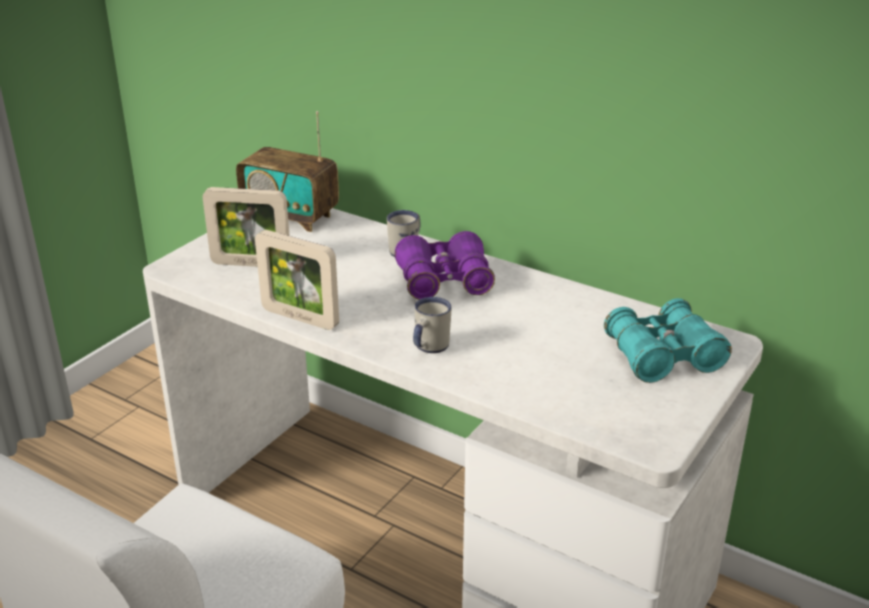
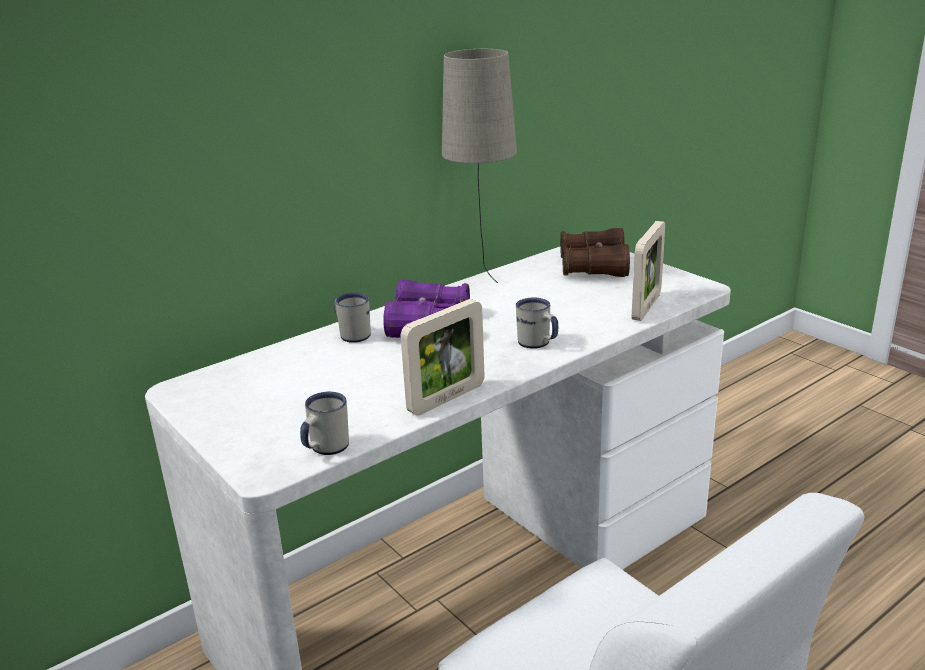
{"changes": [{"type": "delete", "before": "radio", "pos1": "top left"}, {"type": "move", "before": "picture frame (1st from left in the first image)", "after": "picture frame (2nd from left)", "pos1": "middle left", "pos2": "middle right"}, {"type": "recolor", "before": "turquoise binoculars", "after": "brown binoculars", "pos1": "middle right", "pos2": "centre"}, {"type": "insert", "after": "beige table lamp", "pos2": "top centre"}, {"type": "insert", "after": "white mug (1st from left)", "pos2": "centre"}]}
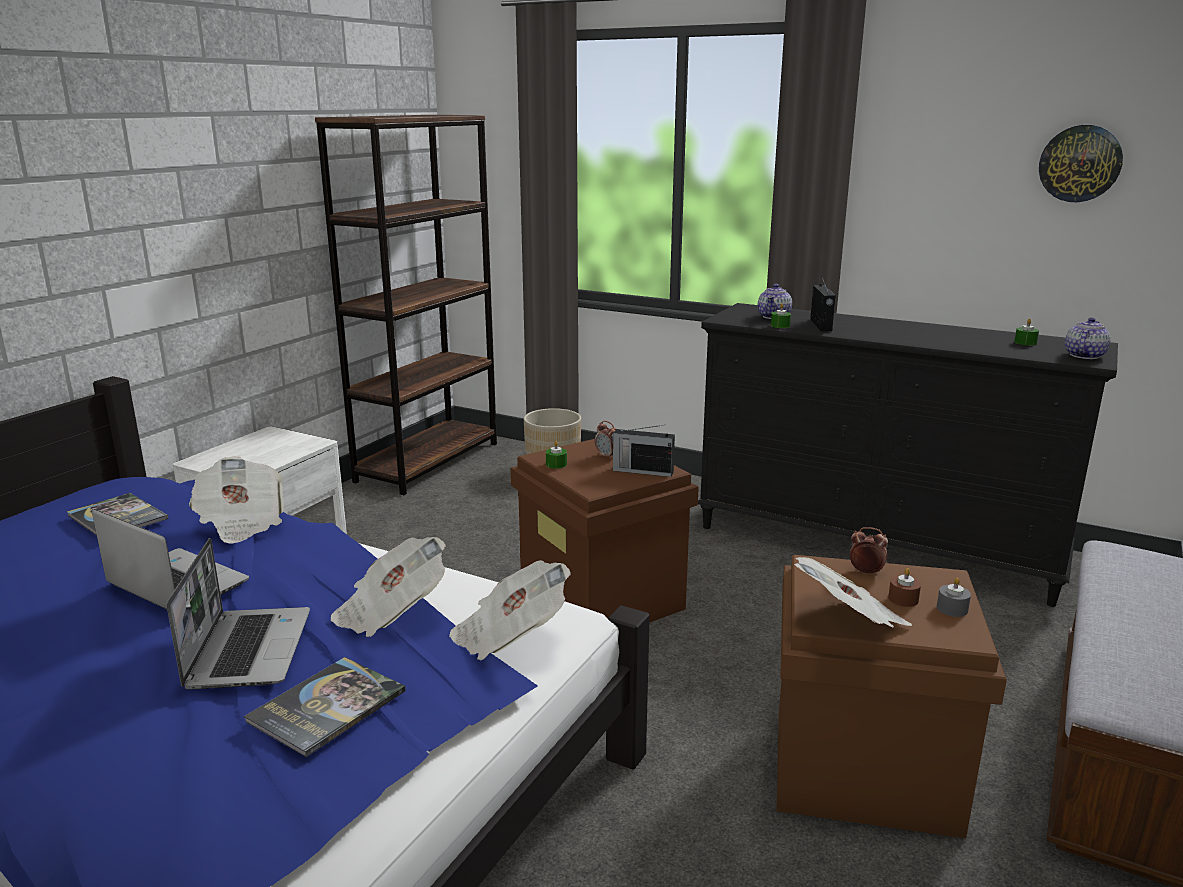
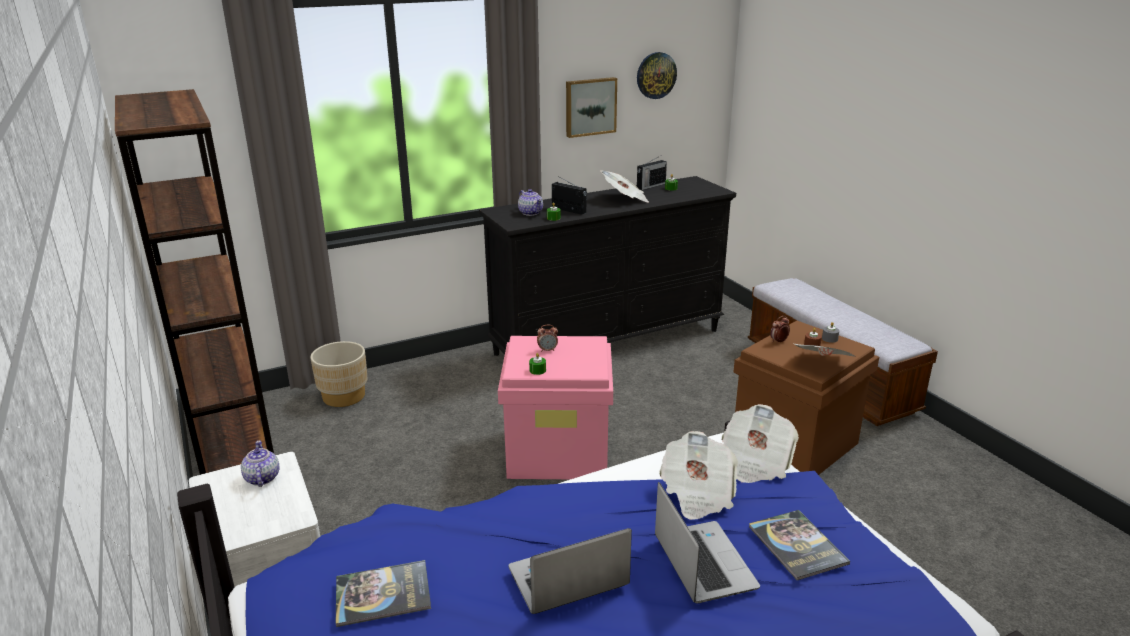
{"changes": [{"type": "move", "before": "teapot (2nd from left in the first image)", "after": "teapot (1st from left)", "pos1": "middle right", "pos2": "bottom left"}, {"type": "move", "before": "radio (1st from left in the first image)", "after": "radio (2nd from left)", "pos1": "centre", "pos2": "top centre"}, {"type": "recolor", "before": "brown storage box (1st from left)", "after": "pink storage box", "pos1": "centre", "pos2": "centre"}, {"type": "move", "before": "newspaper (1st from left)", "pos1": "middle left", "pos2": "top centre"}, {"type": "rotate", "before": "laptop (2nd from left)", "pos1": "bottom left", "pos2": "bottom centre", "turn": 45}, {"type": "insert", "after": "picture", "pos2": "top centre"}]}
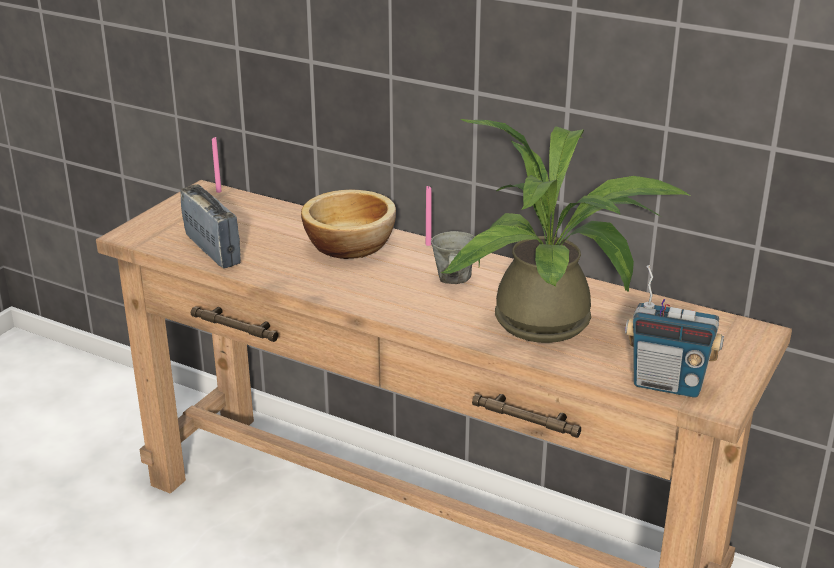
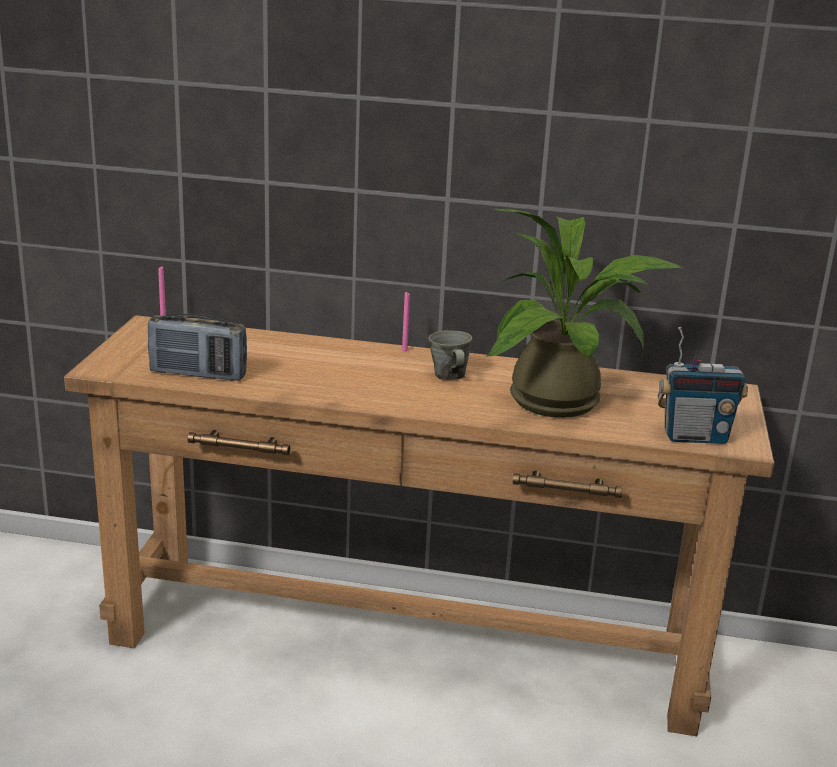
{"changes": [{"type": "rotate", "before": "radio (1st from left)", "pos1": "middle left", "pos2": "middle left", "turn": 150}, {"type": "delete", "before": "bowl", "pos1": "centre"}]}
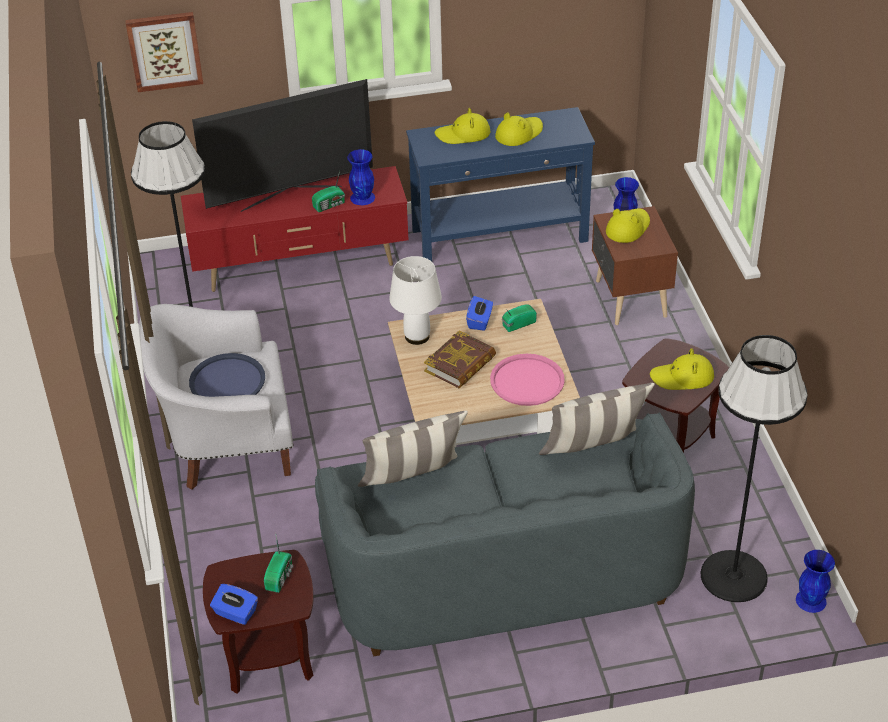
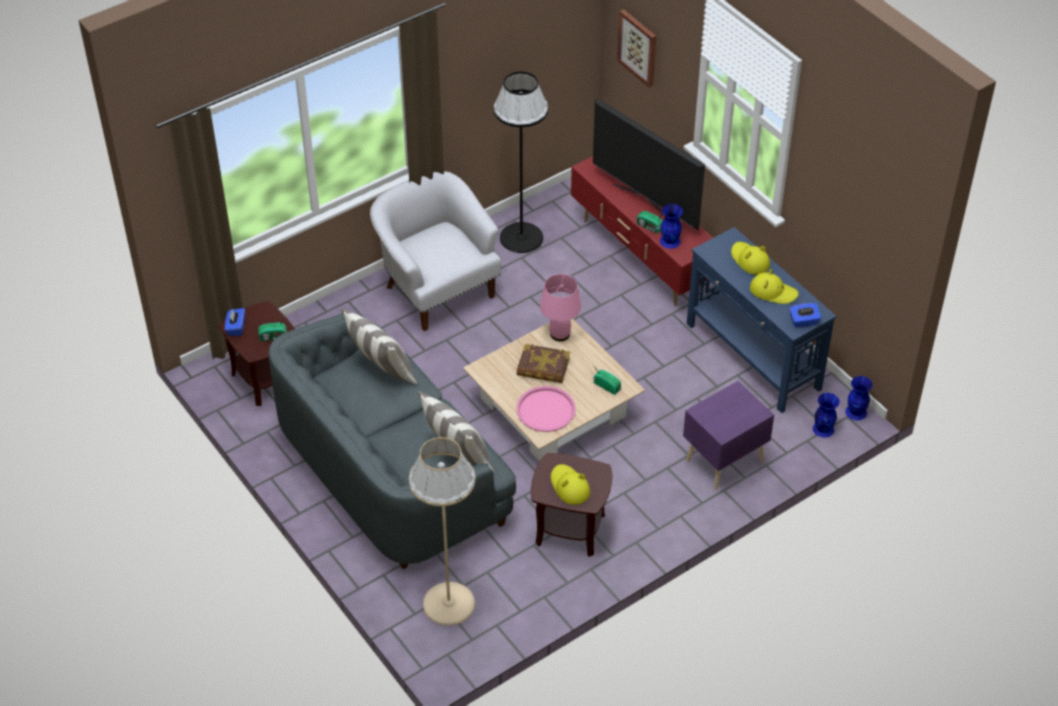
{"changes": [{"type": "recolor", "before": "brown nightstand", "after": "purple nightstand", "pos1": "middle right", "pos2": "middle right"}, {"type": "delete", "before": "yellow hat (3rd from left)", "pos1": "top right"}, {"type": "recolor", "before": "white table lamp", "after": "pink table lamp", "pos1": "centre", "pos2": "centre"}, {"type": "move", "before": "blue tissue box (2nd from left)", "pos1": "centre", "pos2": "middle right"}, {"type": "recolor", "before": "black floor lamp (2nd from left)", "after": "beige floor lamp", "pos1": "middle right", "pos2": "bottom centre"}, {"type": "delete", "before": "blue tray", "pos1": "middle left"}, {"type": "move", "before": "blue vase (3rd from left)", "pos1": "bottom right", "pos2": "middle right"}]}
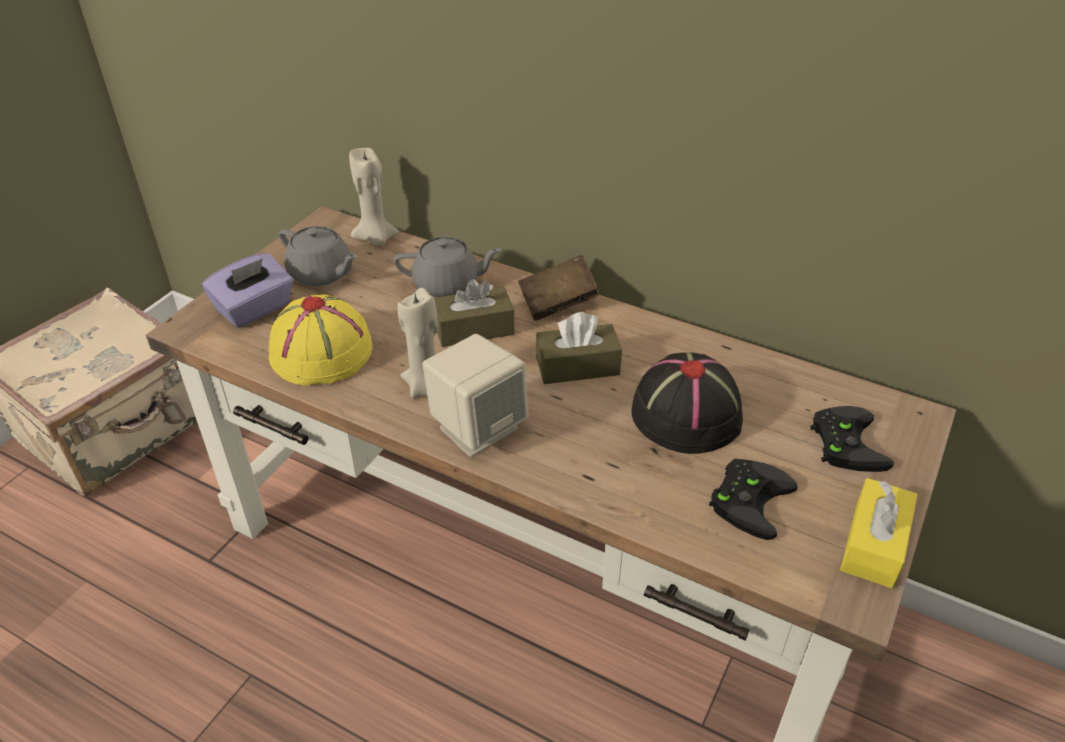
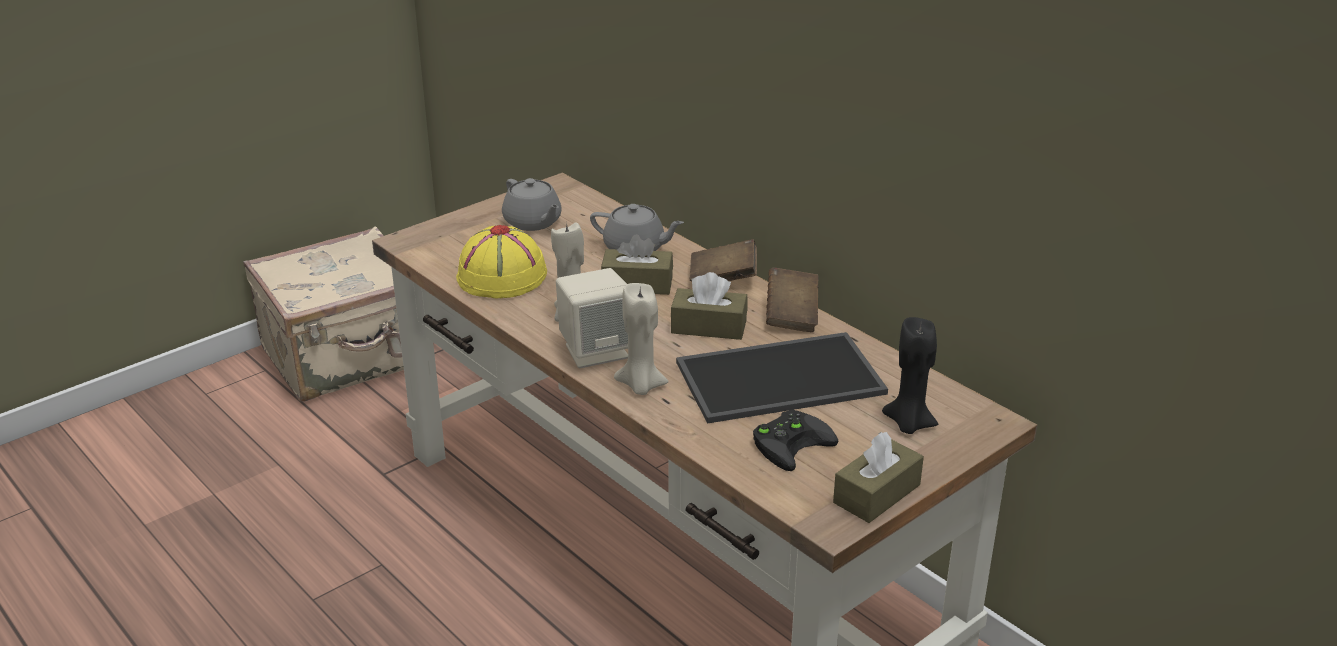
{"changes": [{"type": "move", "before": "beige candle (1st from left in the first image)", "after": "beige candle (2nd from left)", "pos1": "top centre", "pos2": "centre"}, {"type": "delete", "before": "purple tissue box", "pos1": "middle left"}, {"type": "replace", "before": "black hat", "after": "tray", "pos1": "centre", "pos2": "centre"}, {"type": "replace", "before": "black game controller (2nd from left)", "after": "black candle", "pos1": "middle right", "pos2": "middle right"}, {"type": "recolor", "before": "yellow tissue box", "after": "brown tissue box (3rd from left)", "pos1": "bottom right", "pos2": "bottom centre"}, {"type": "insert", "after": "brown book (2nd from left)", "pos2": "centre"}]}
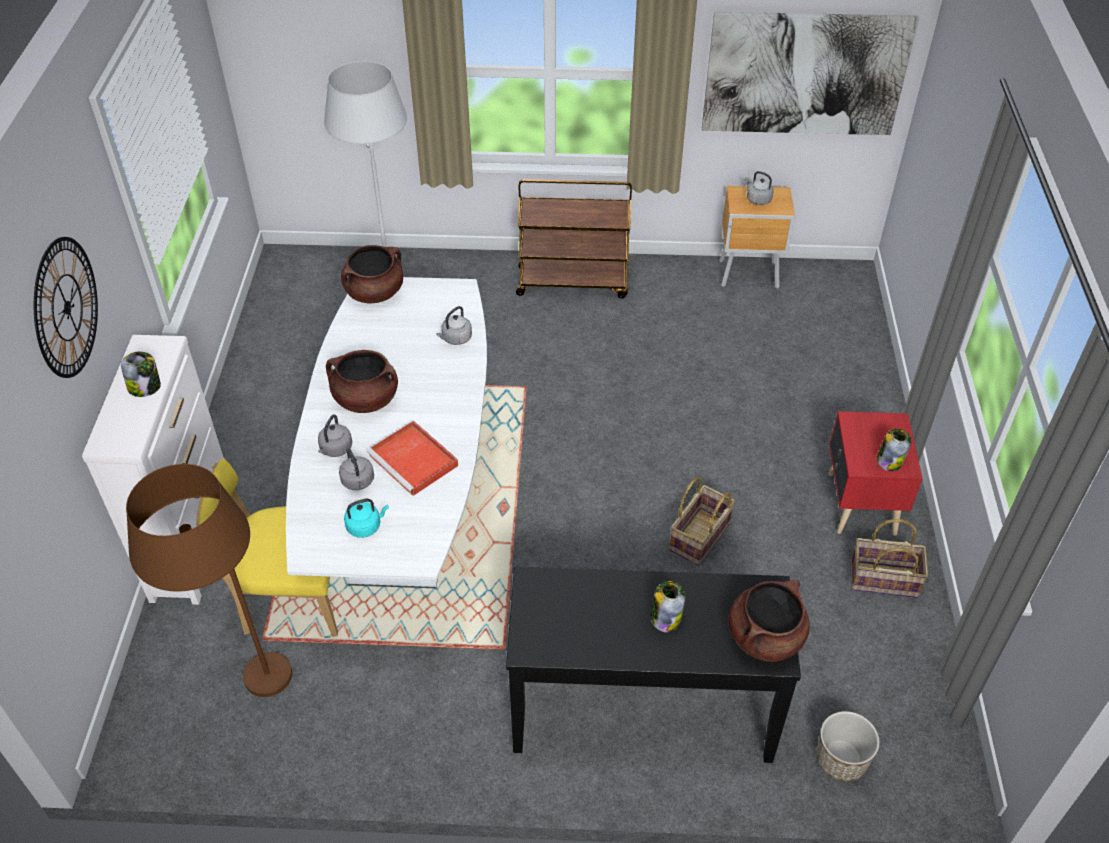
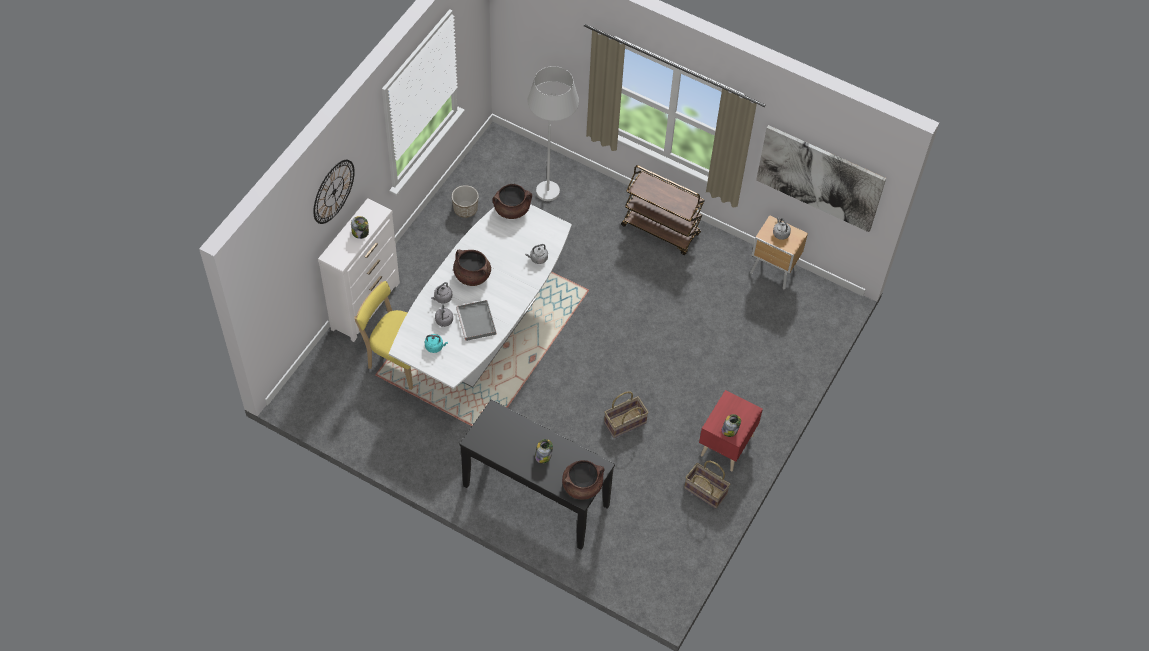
{"changes": [{"type": "recolor", "before": "red tray", "after": "grey tray", "pos1": "centre", "pos2": "centre"}, {"type": "delete", "before": "brown floor lamp", "pos1": "bottom left"}, {"type": "move", "before": "planter", "pos1": "bottom right", "pos2": "top centre"}]}
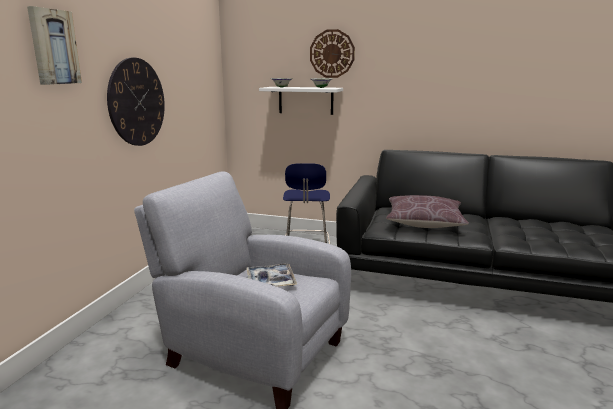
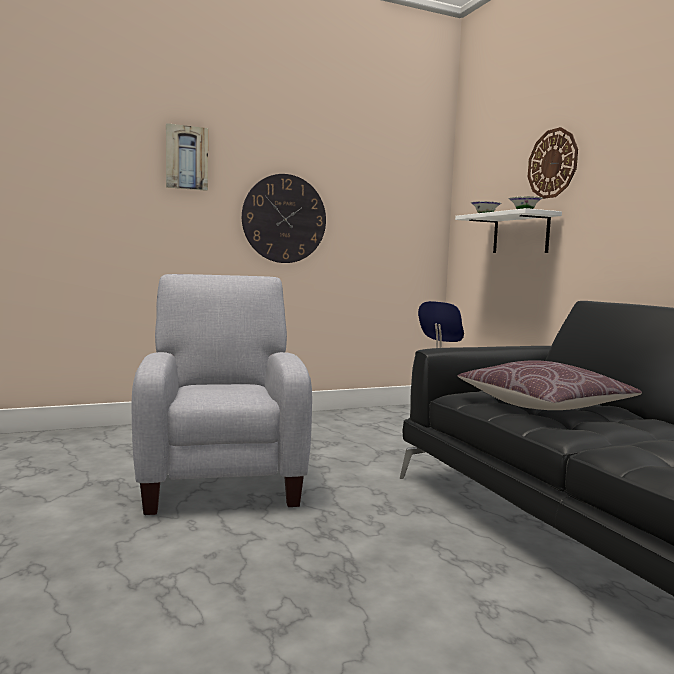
{"changes": [{"type": "delete", "before": "tray", "pos1": "bottom centre"}]}
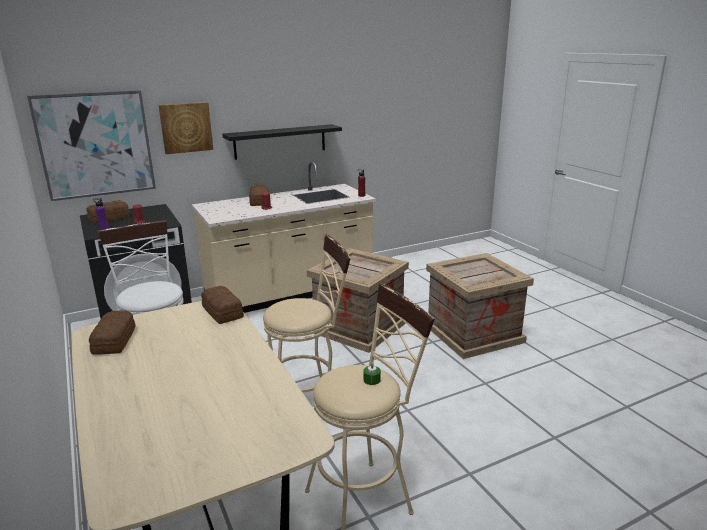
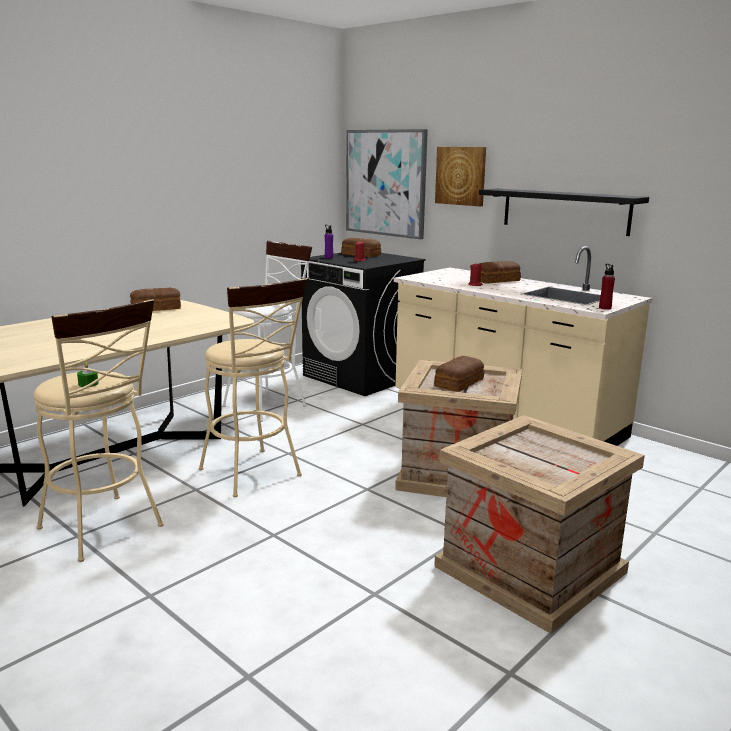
{"changes": [{"type": "move", "before": "bread (3rd from left)", "pos1": "middle left", "pos2": "centre"}]}
